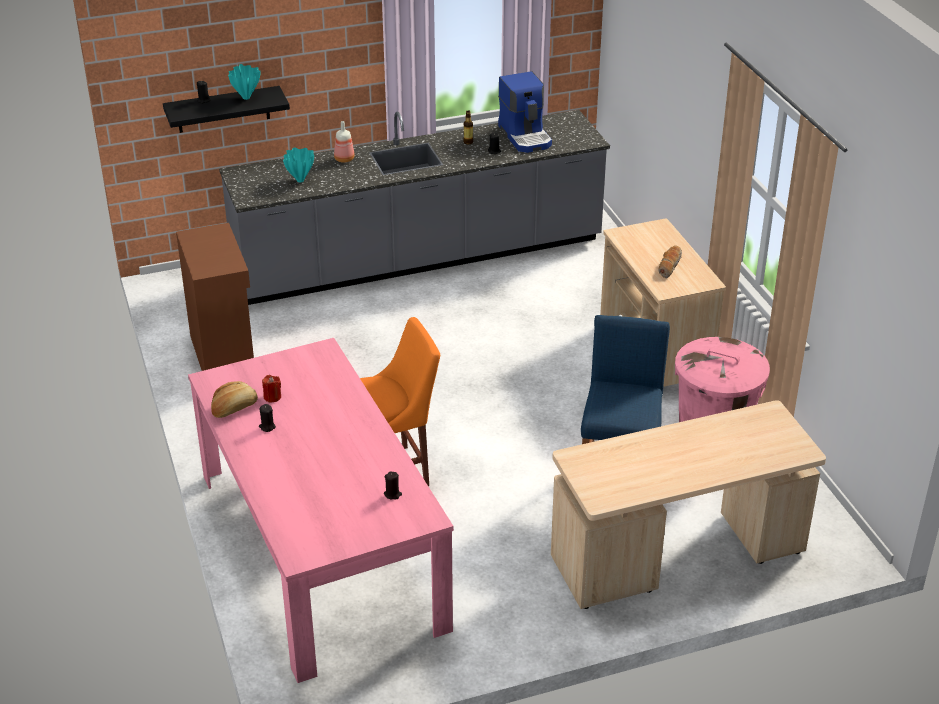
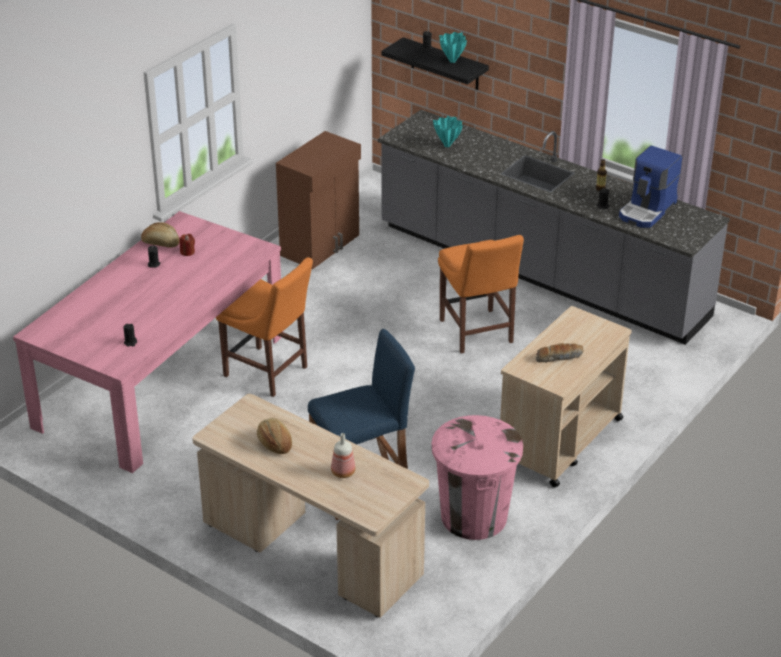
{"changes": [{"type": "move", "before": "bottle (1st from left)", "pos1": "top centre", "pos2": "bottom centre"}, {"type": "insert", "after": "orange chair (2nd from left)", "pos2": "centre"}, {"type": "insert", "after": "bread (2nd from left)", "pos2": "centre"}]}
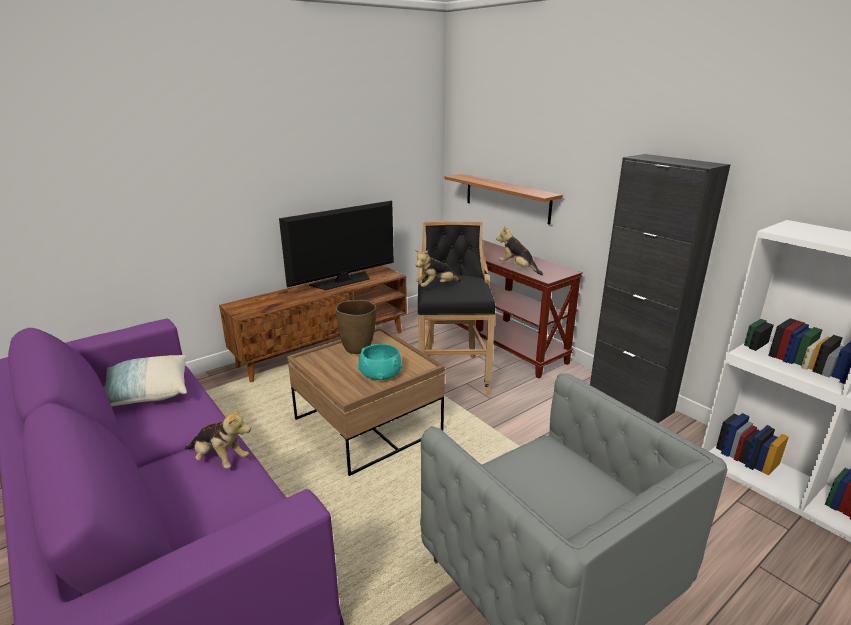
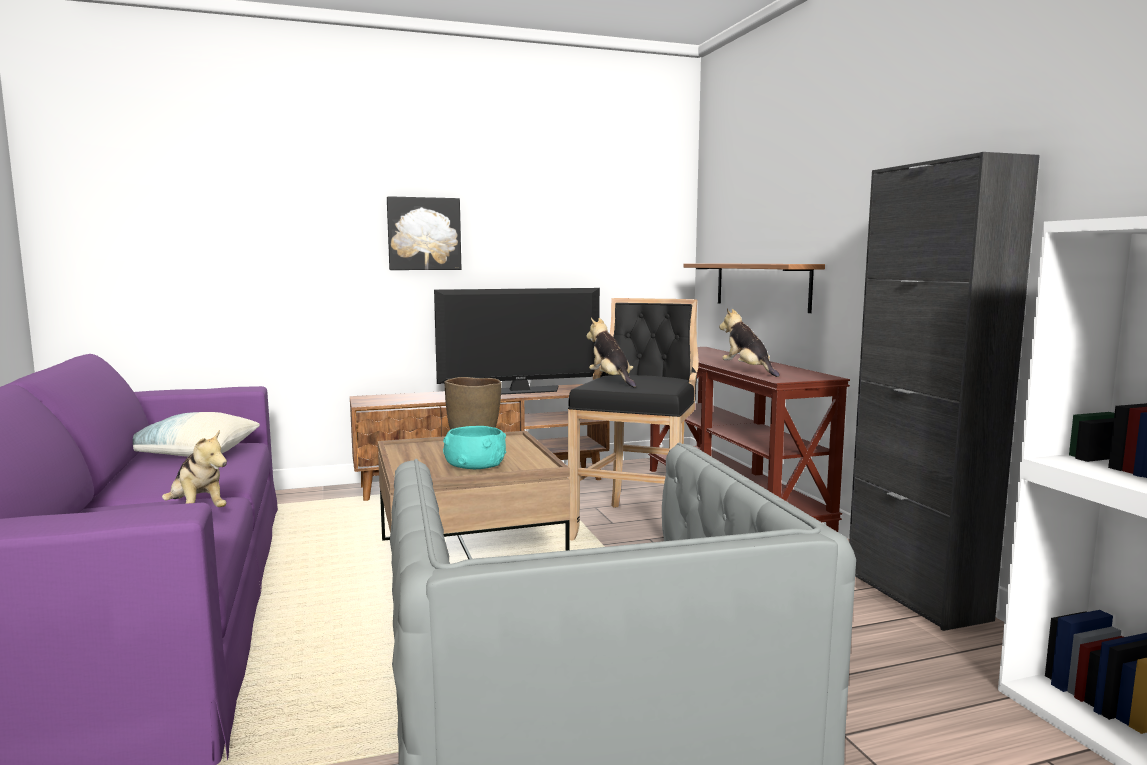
{"changes": [{"type": "rotate", "before": "plush toy (2nd from left)", "pos1": "centre", "pos2": "centre", "turn": 75}, {"type": "insert", "after": "picture", "pos2": "top centre"}]}
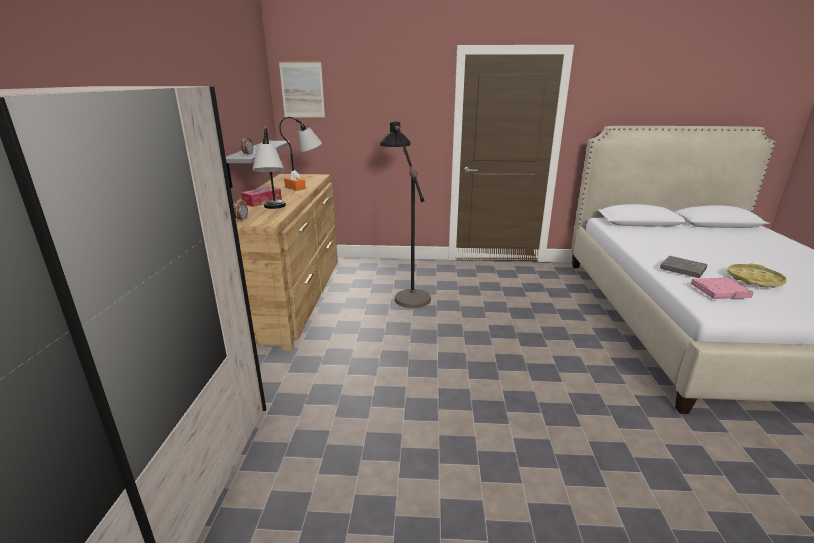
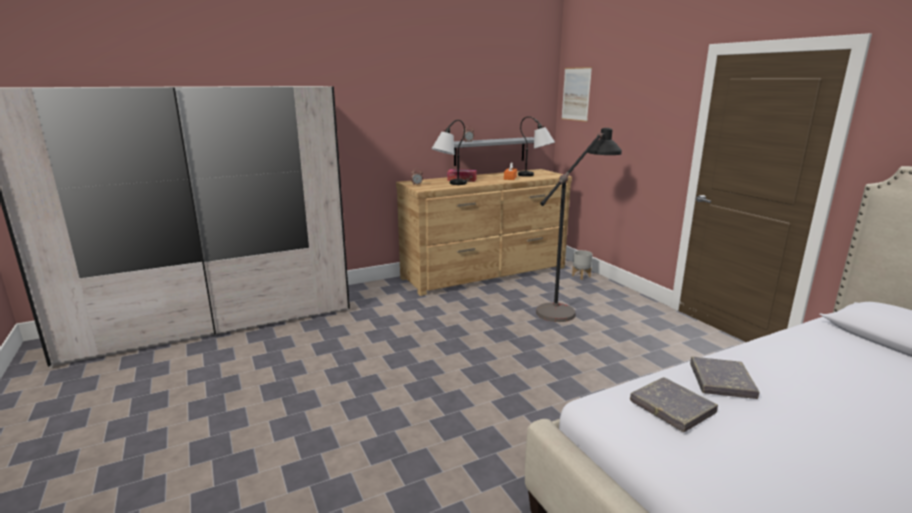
{"changes": [{"type": "delete", "before": "yellow tray", "pos1": "middle right"}, {"type": "recolor", "before": "pink book", "after": "grey book (1st from left)", "pos1": "middle right", "pos2": "bottom right"}, {"type": "insert", "after": "grey planter", "pos2": "centre"}]}
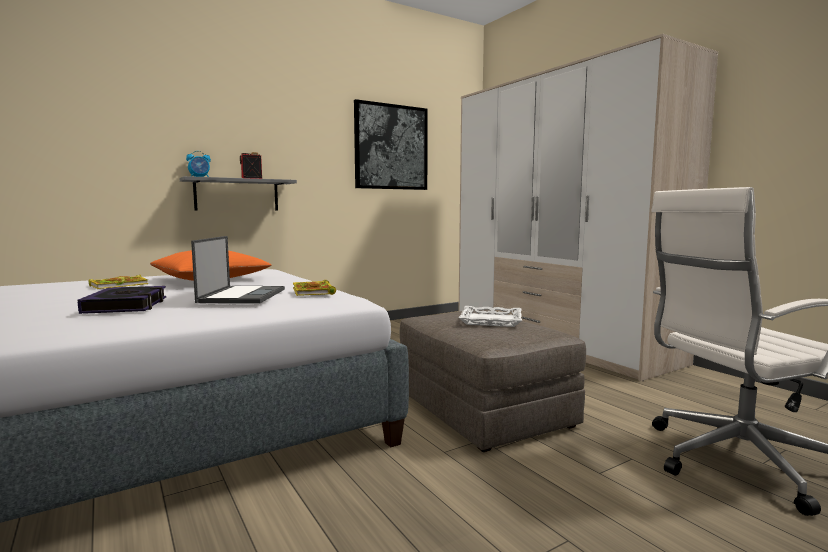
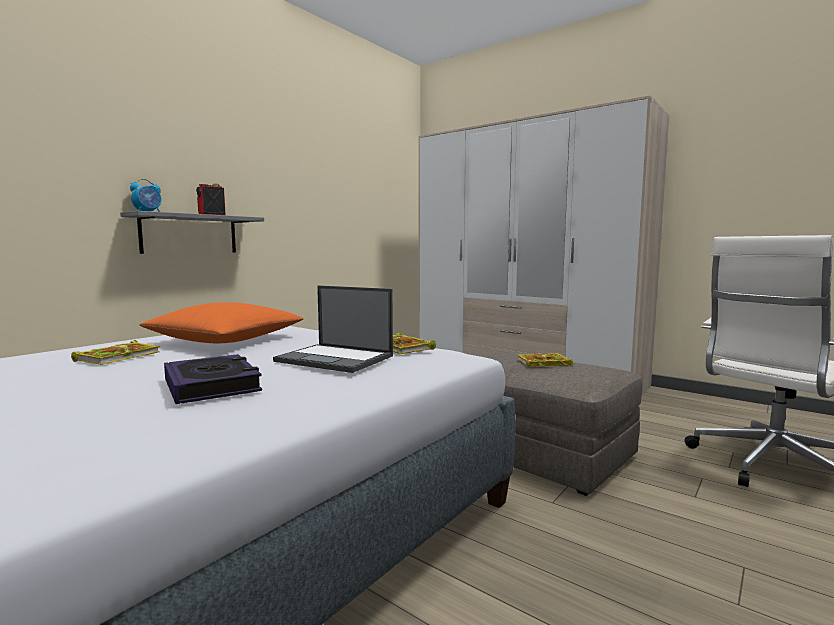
{"changes": [{"type": "delete", "before": "picture", "pos1": "top centre"}, {"type": "rotate", "before": "laptop", "pos1": "middle left", "pos2": "centre", "turn": 135}, {"type": "replace", "before": "white tray", "after": "book (4th from left)", "pos1": "centre", "pos2": "centre"}]}
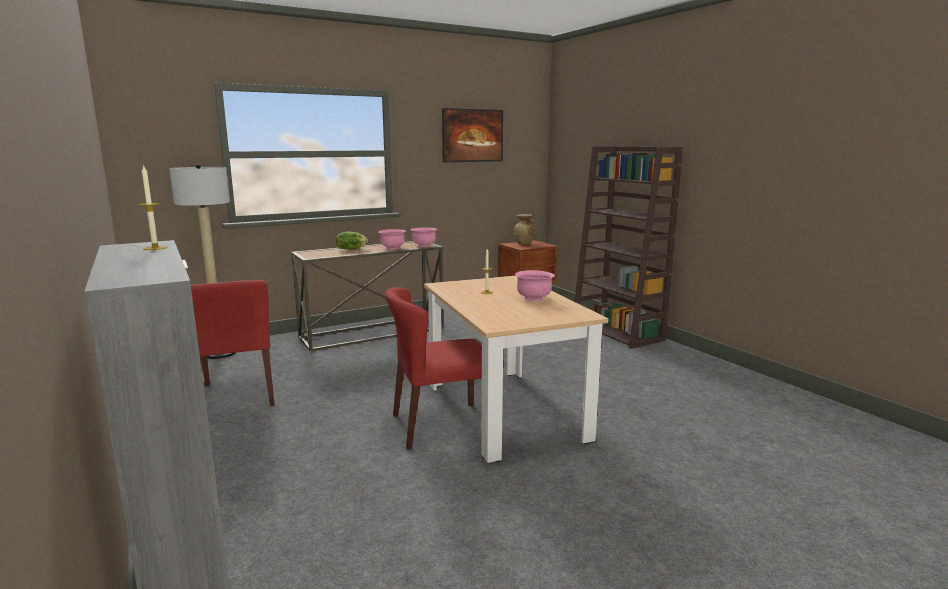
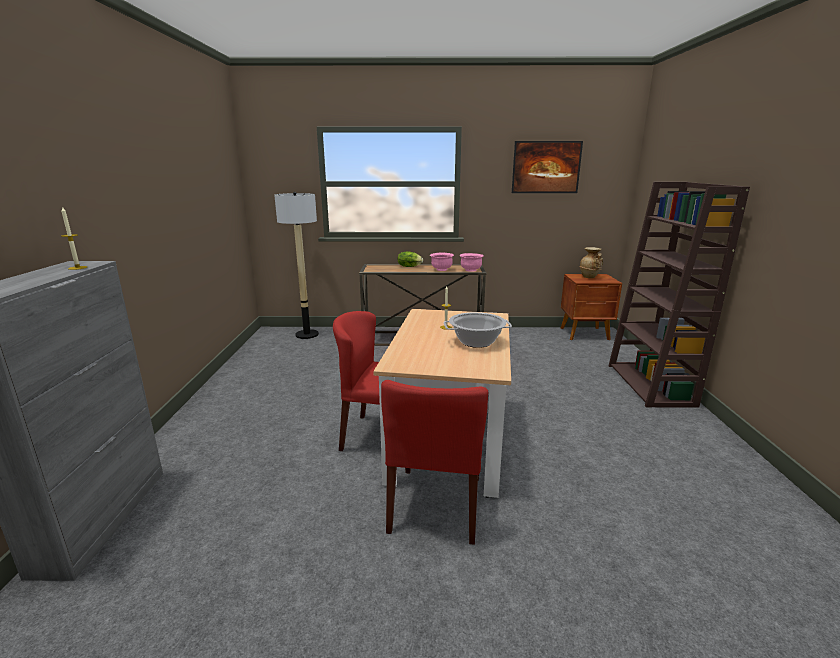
{"changes": [{"type": "replace", "before": "pink bowl (3rd from left)", "after": "cooking pot", "pos1": "centre", "pos2": "centre"}, {"type": "move", "before": "red chair (1st from left in the first image)", "after": "red chair (2nd from left)", "pos1": "middle left", "pos2": "bottom centre"}]}
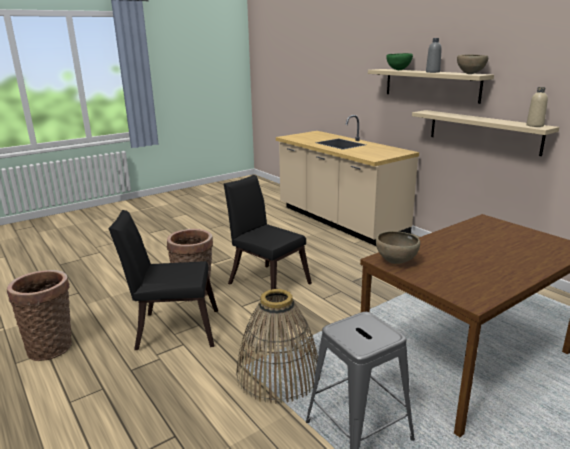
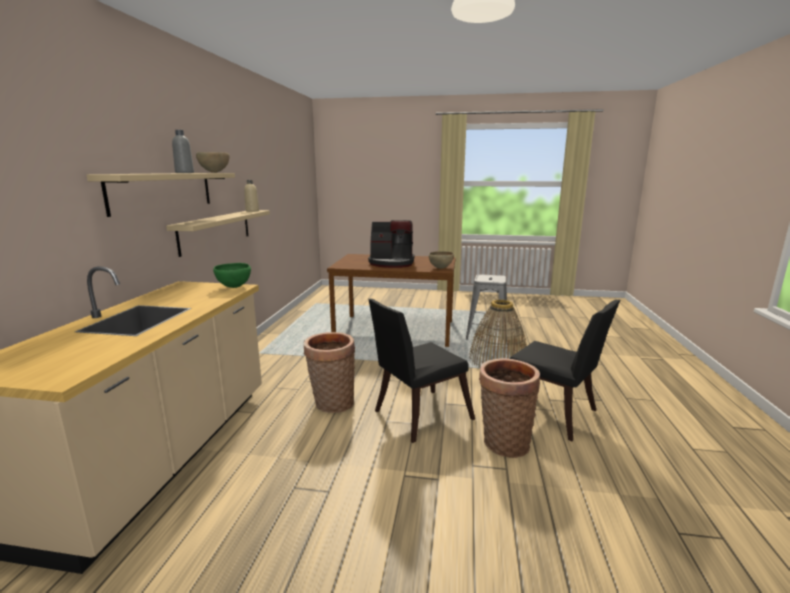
{"changes": [{"type": "move", "before": "green bowl", "pos1": "top right", "pos2": "middle left"}, {"type": "rotate", "before": "black chair (2nd from left in the first image)", "pos1": "centre", "pos2": "centre", "turn": 60}, {"type": "move", "before": "basket (1st from left)", "pos1": "bottom left", "pos2": "centre"}, {"type": "insert", "after": "coffee machine", "pos2": "centre"}]}
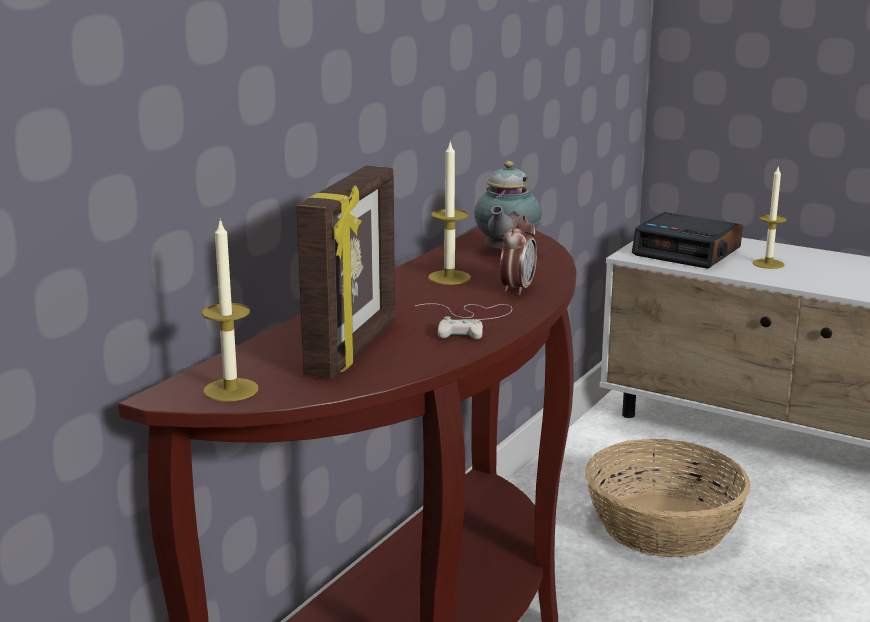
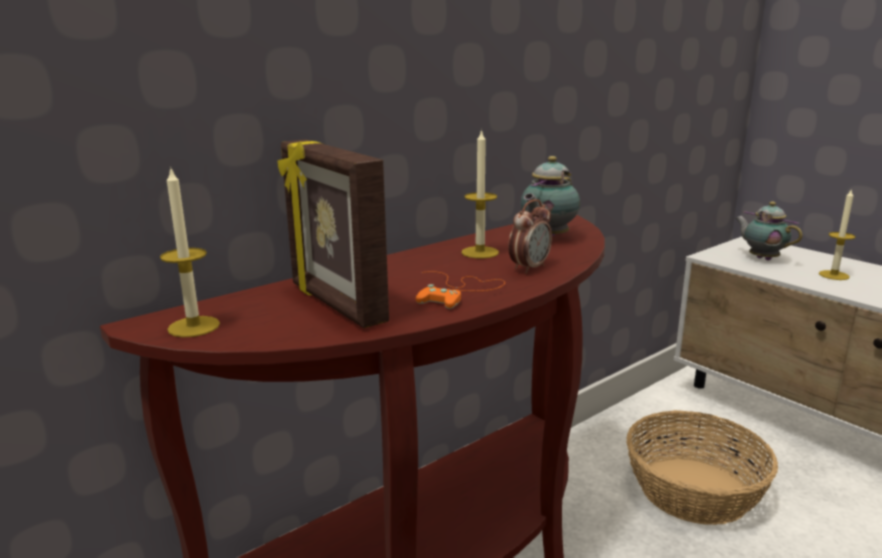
{"changes": [{"type": "rotate", "before": "picture frame", "pos1": "centre", "pos2": "centre", "turn": 105}, {"type": "replace", "before": "alarm clock (2nd from left)", "after": "teapot (2nd from left)", "pos1": "middle right", "pos2": "middle right"}, {"type": "recolor", "before": "white game controller", "after": "orange game controller", "pos1": "centre", "pos2": "centre"}]}
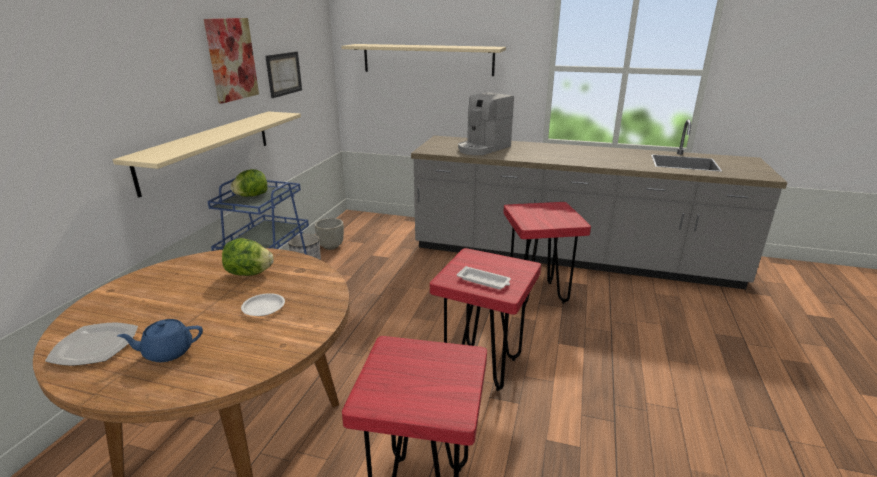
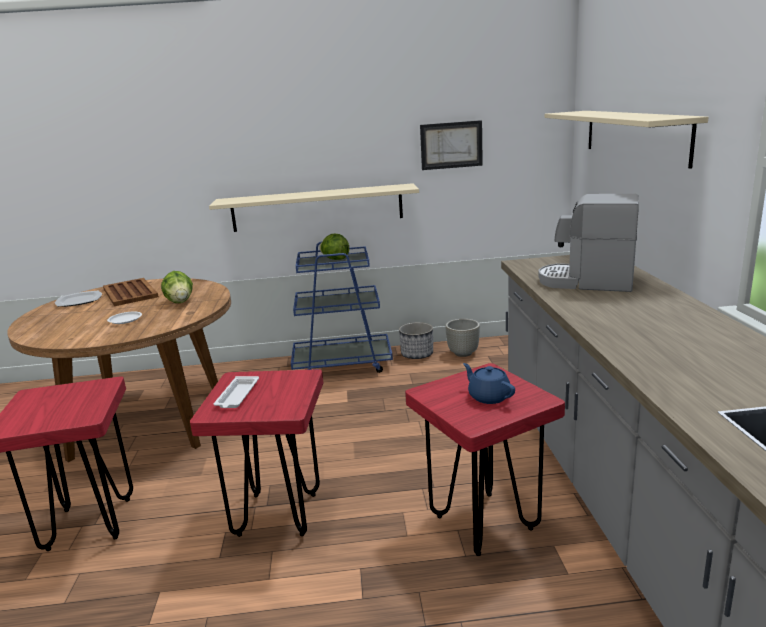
{"changes": [{"type": "delete", "before": "picture (1st from left)", "pos1": "top left"}, {"type": "move", "before": "blue teapot", "pos1": "bottom left", "pos2": "centre"}, {"type": "insert", "after": "brown tray", "pos2": "middle left"}]}
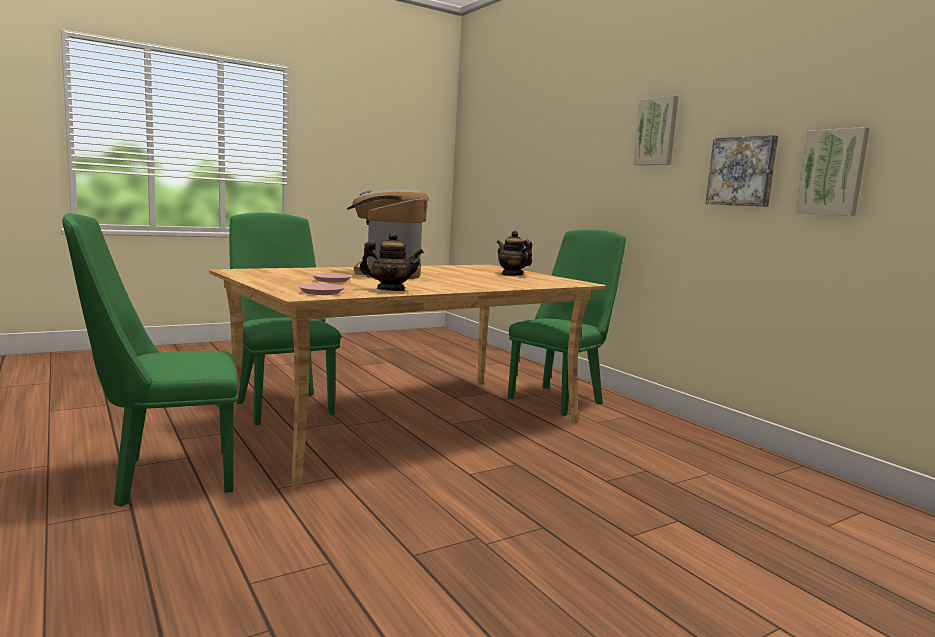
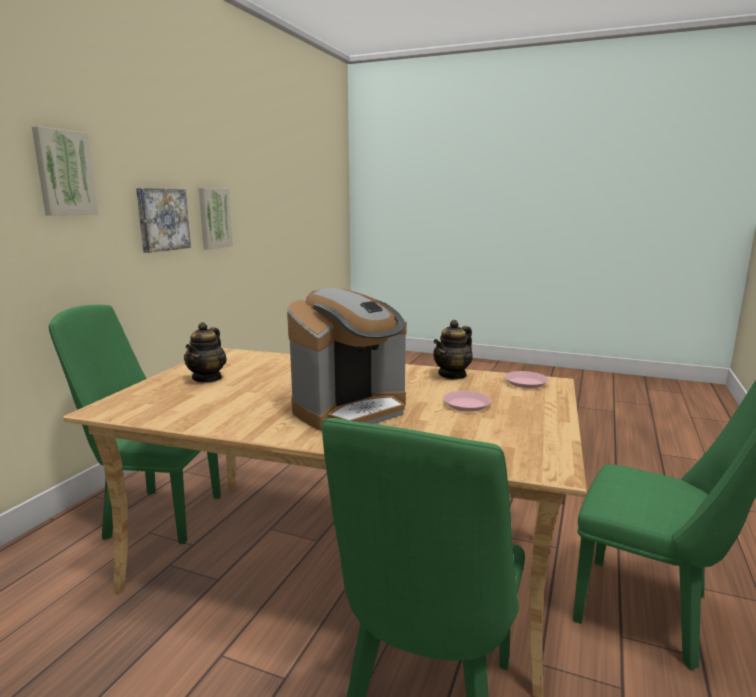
{"changes": [{"type": "rotate", "before": "teapot (1st from left in the first image)", "pos1": "centre", "pos2": "centre", "turn": -105}]}
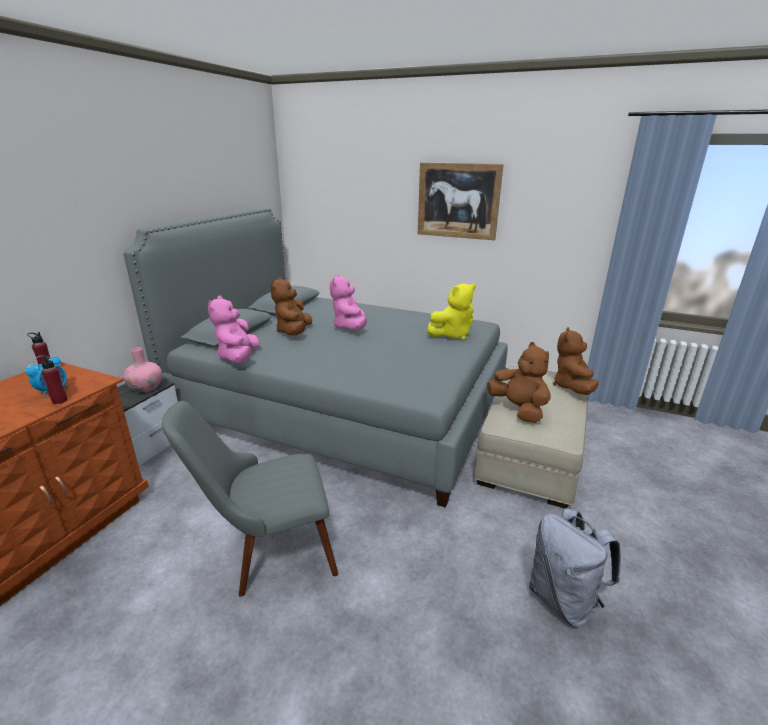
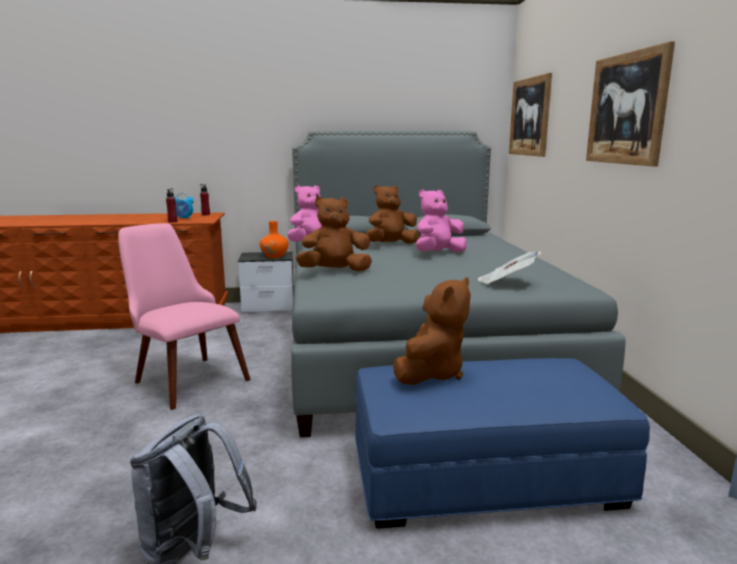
{"changes": [{"type": "replace", "before": "yellow plush toy", "after": "newspaper", "pos1": "centre", "pos2": "middle right"}, {"type": "move", "before": "brown plush toy (3rd from left in the first image)", "after": "brown plush toy (1st from left)", "pos1": "middle right", "pos2": "centre"}, {"type": "recolor", "before": "pink vase", "after": "orange vase", "pos1": "middle left", "pos2": "centre"}, {"type": "recolor", "before": "beige ottoman", "after": "blue ottoman", "pos1": "middle right", "pos2": "bottom right"}, {"type": "recolor", "before": "grey chair", "after": "pink chair", "pos1": "bottom left", "pos2": "middle left"}, {"type": "insert", "after": "picture (1st from left)", "pos2": "top right"}]}
